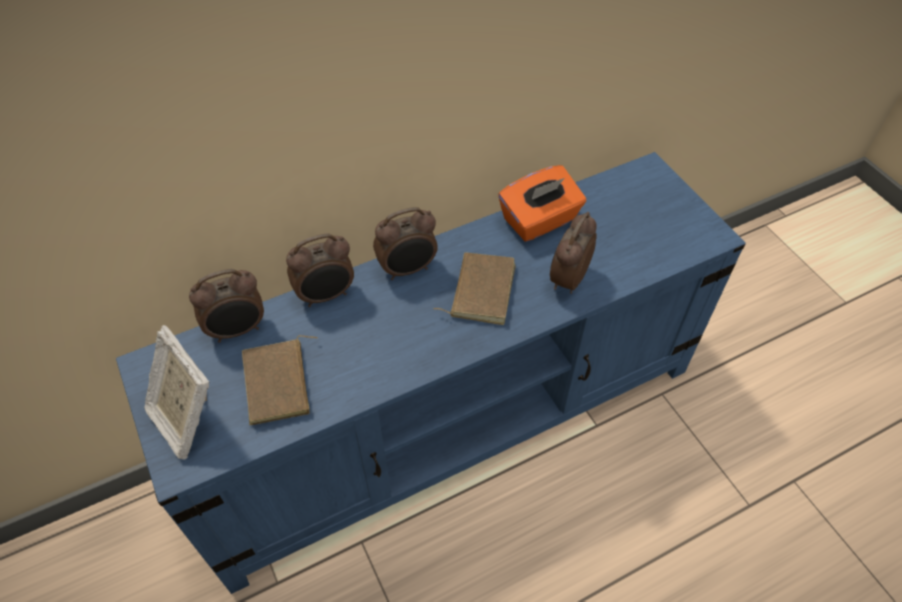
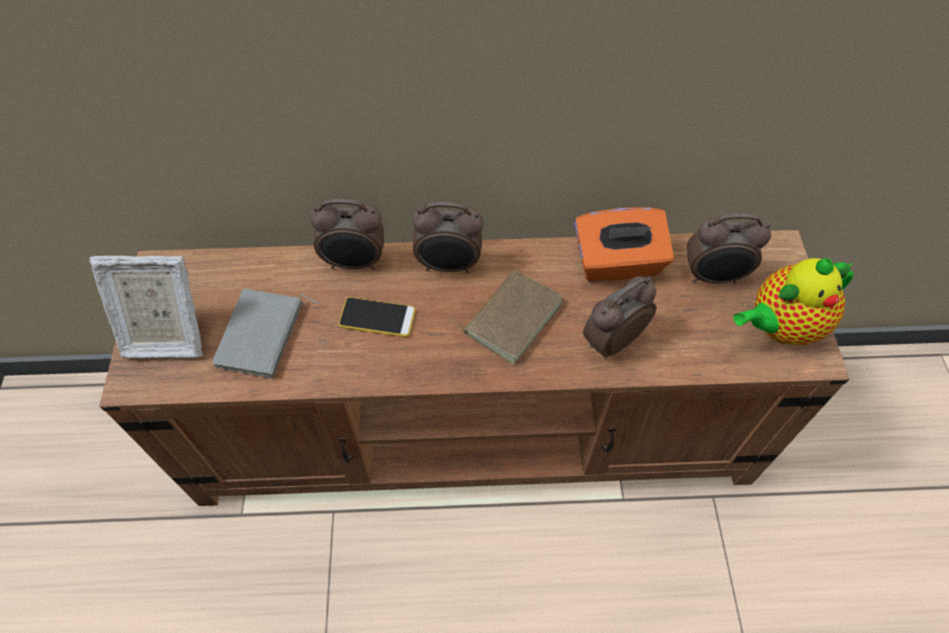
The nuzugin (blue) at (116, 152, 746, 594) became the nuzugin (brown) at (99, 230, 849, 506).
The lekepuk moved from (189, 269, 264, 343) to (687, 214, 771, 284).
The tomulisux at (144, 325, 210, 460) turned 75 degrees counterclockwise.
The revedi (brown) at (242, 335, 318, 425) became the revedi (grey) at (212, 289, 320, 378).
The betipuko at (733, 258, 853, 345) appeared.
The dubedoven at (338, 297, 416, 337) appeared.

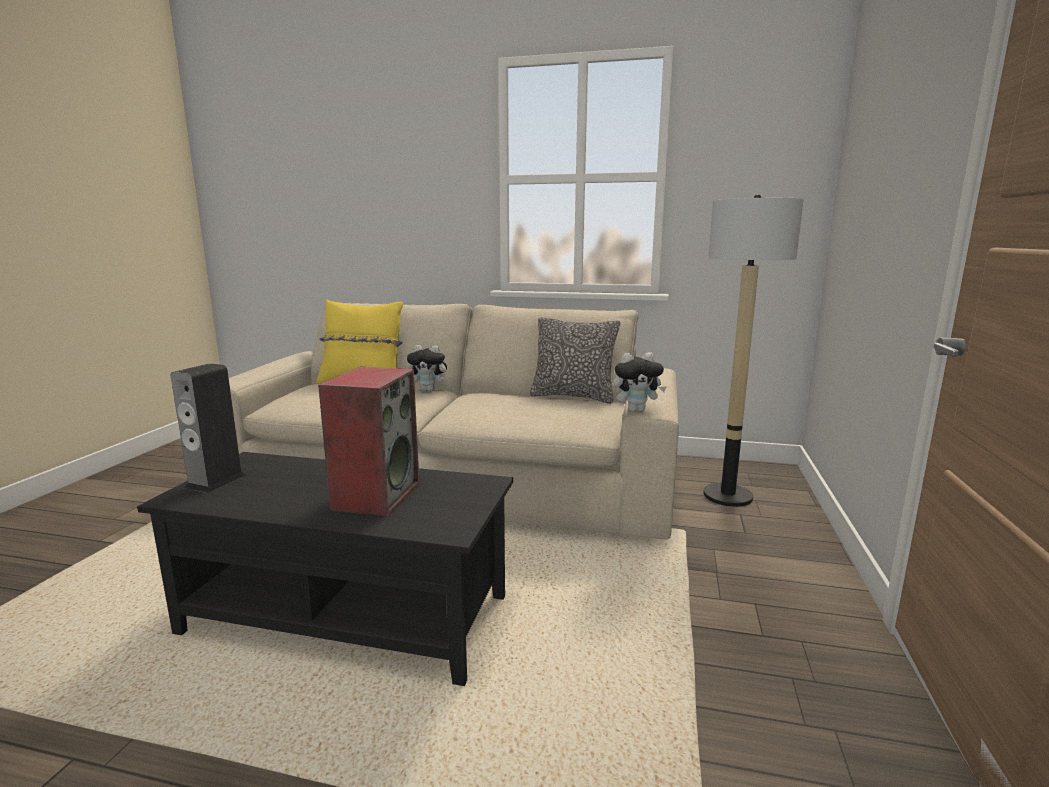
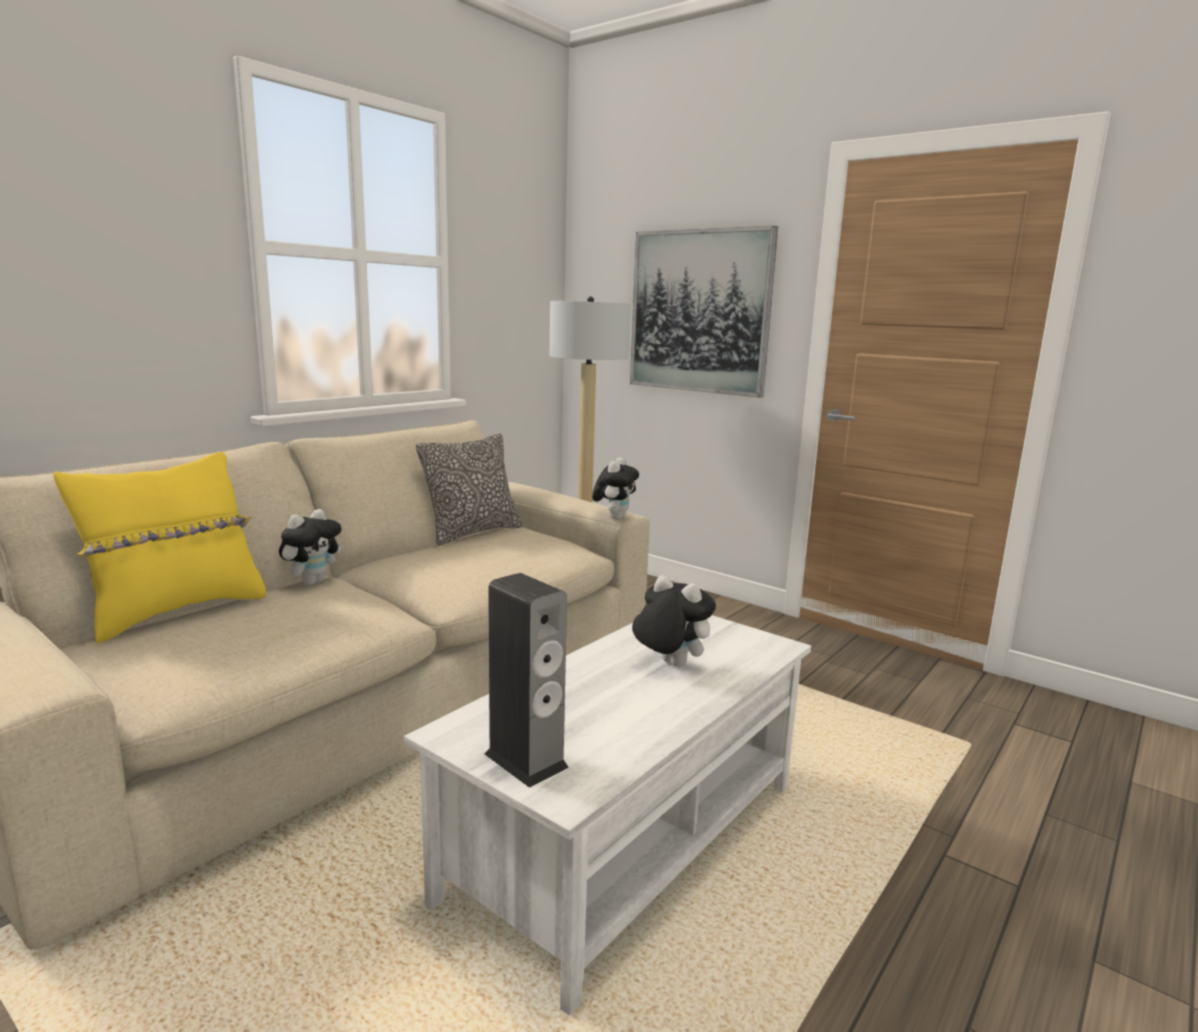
The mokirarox at (318, 367, 419, 517) was replaced by the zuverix at (632, 575, 716, 667).
The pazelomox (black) at (137, 452, 513, 686) became the pazelomox (white) at (404, 615, 811, 1015).
The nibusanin at (630, 226, 778, 398) appeared.

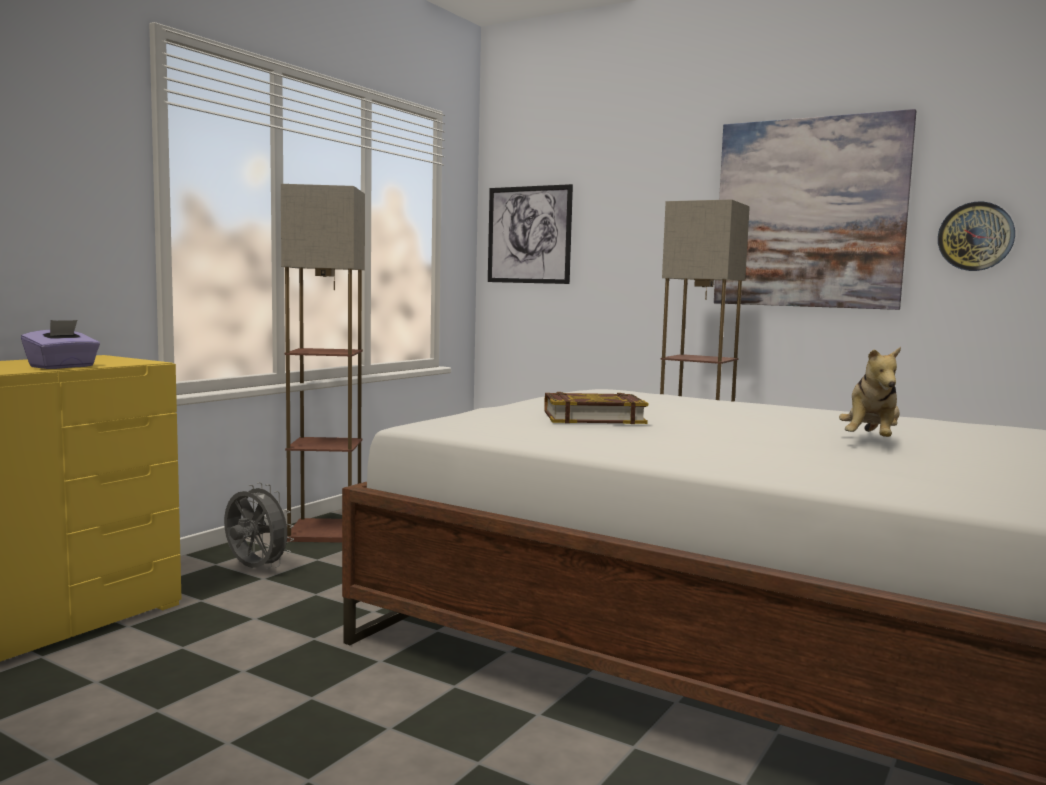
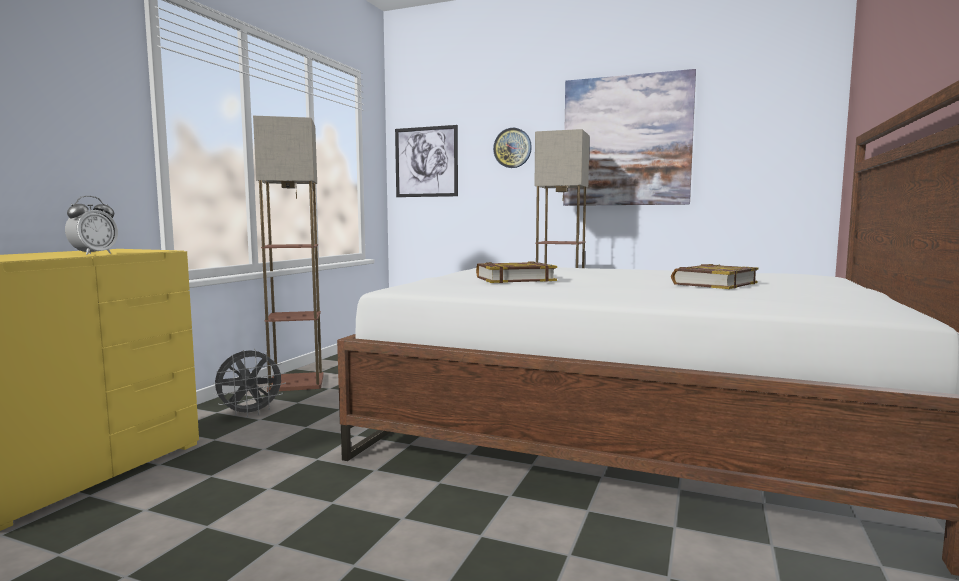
The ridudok moved from (938, 202, 1015, 271) to (493, 128, 532, 168).
The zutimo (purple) at (21, 320, 100, 369) was replaced by the lekepuk at (65, 196, 118, 255).
The zuverix at (839, 347, 901, 437) was replaced by the revedi at (671, 264, 758, 289).
The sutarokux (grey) at (224, 482, 294, 569) turned 120 degrees clockwise.

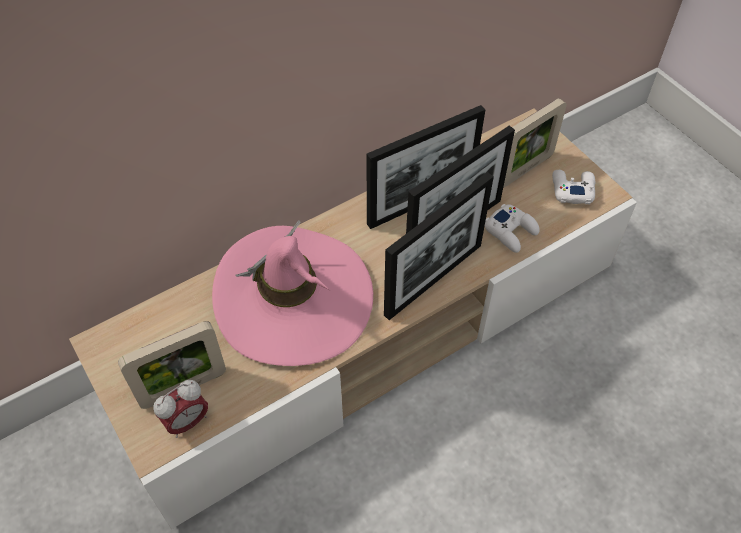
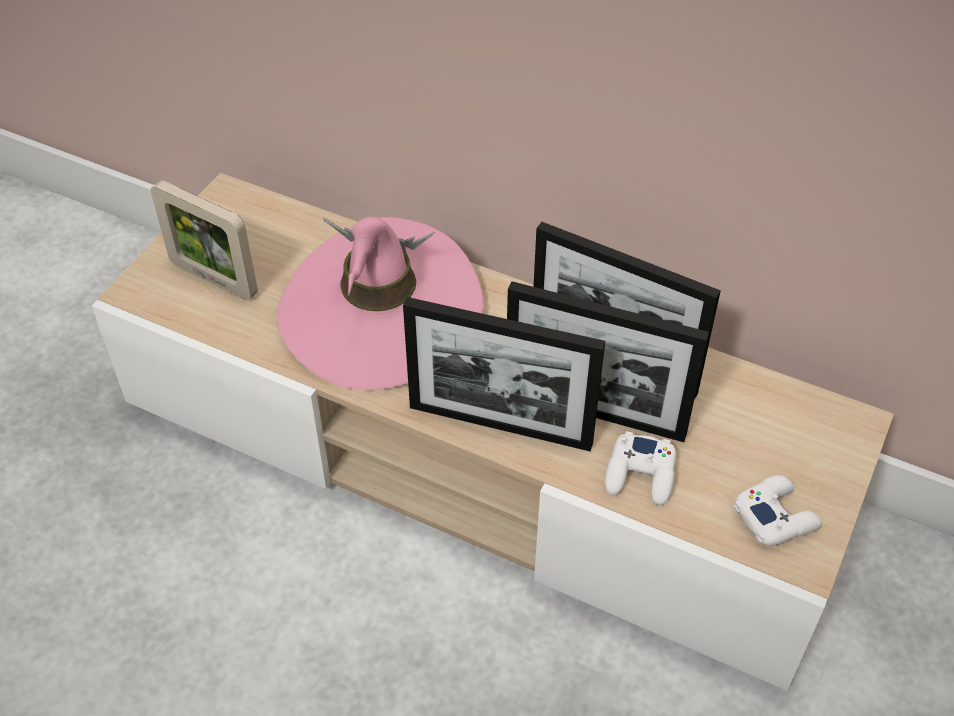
The tomulisux at (504, 98, 567, 187) disappeared.
The lekepuk at (153, 380, 208, 438) disappeared.

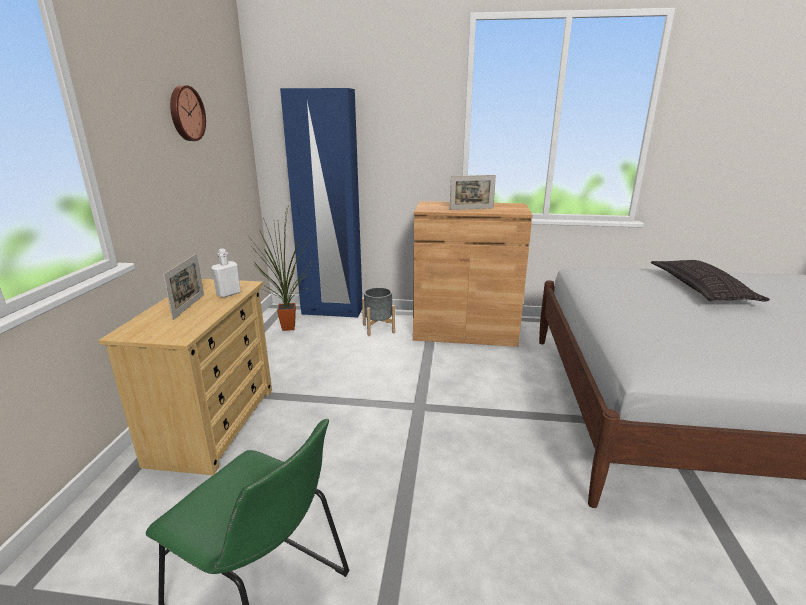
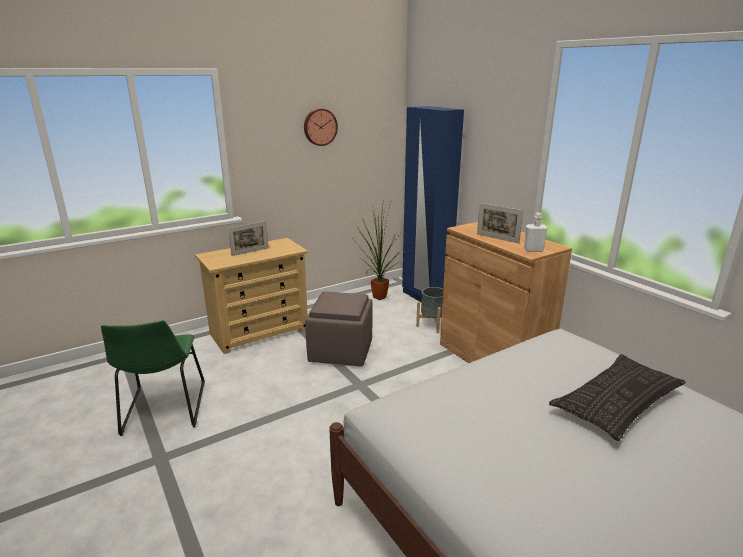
The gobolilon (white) moved from (211, 248, 241, 298) to (524, 213, 548, 252).
The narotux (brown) at (305, 292, 373, 367) appeared.

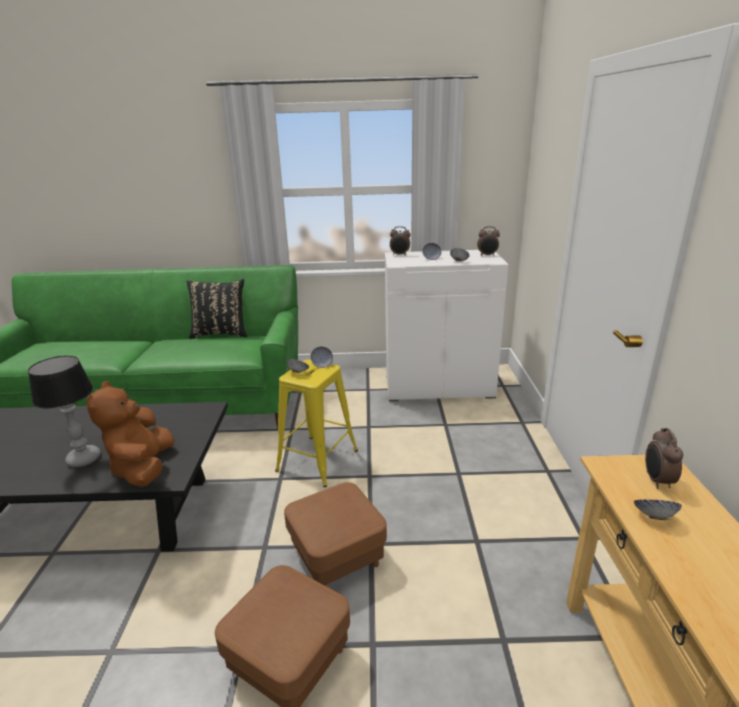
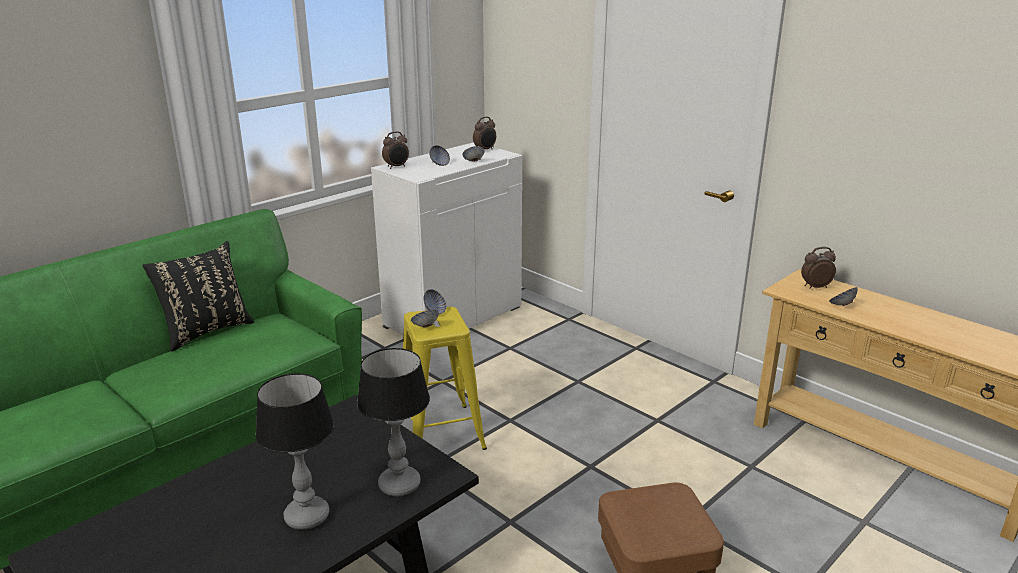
The zuverix (brown) at (86, 381, 174, 487) was replaced by the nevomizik at (357, 348, 430, 496).
The lekepuk at (645, 428, 683, 489) turned 120 degrees clockwise.
The narotux (brown) at (284, 482, 387, 586) disappeared.

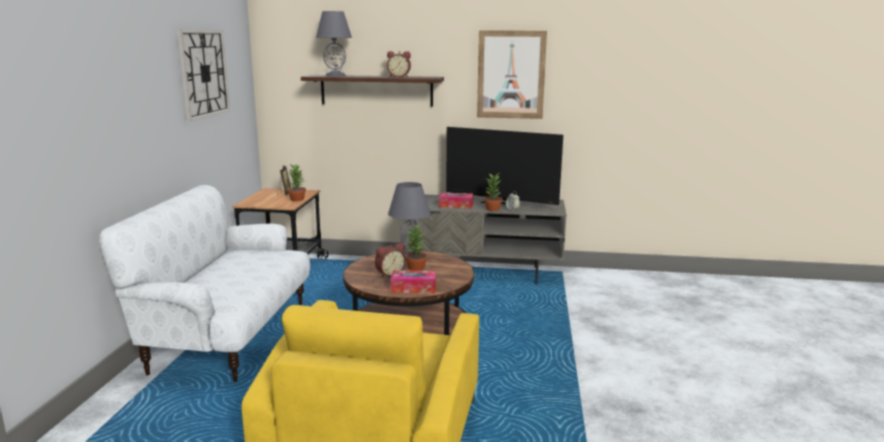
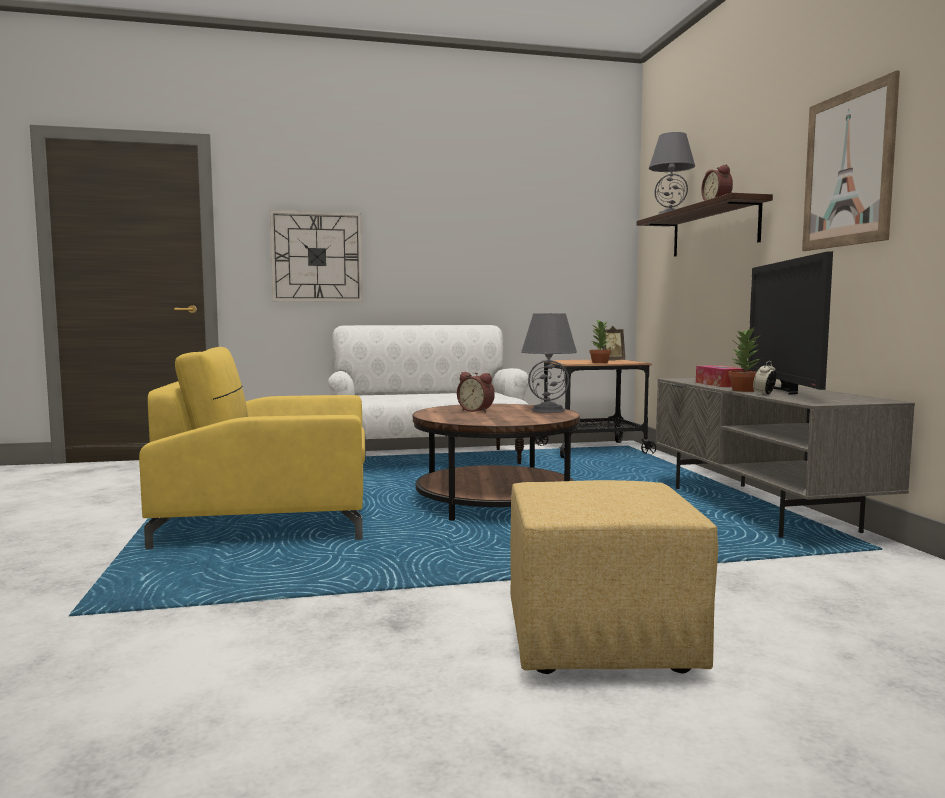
The ridudok moved from (177, 30, 230, 121) to (270, 210, 363, 302).
The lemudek at (405, 225, 427, 271) disappeared.
The zutimo at (391, 270, 436, 294) disappeared.
The narotux (yellow) at (510, 480, 718, 674) appeared.

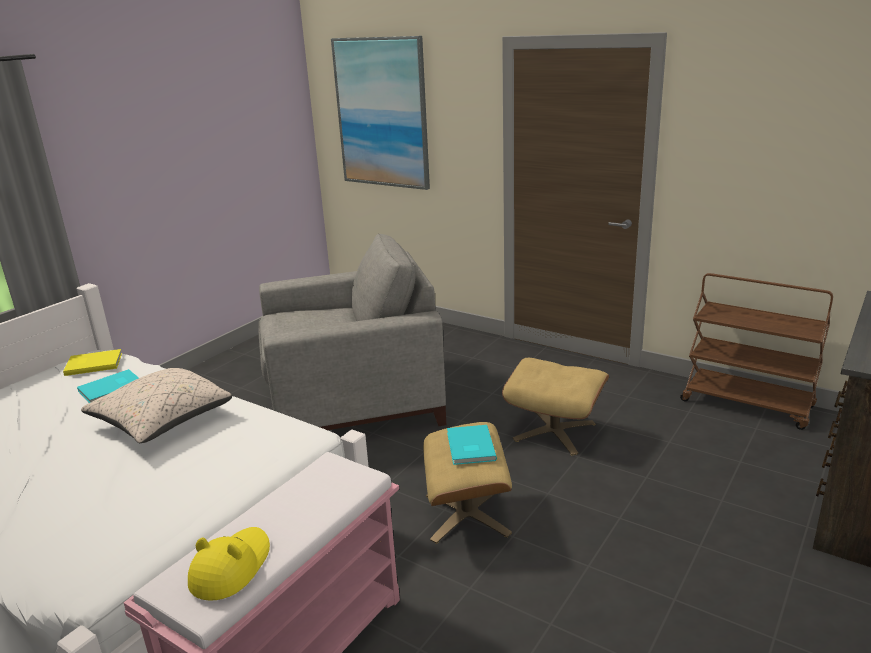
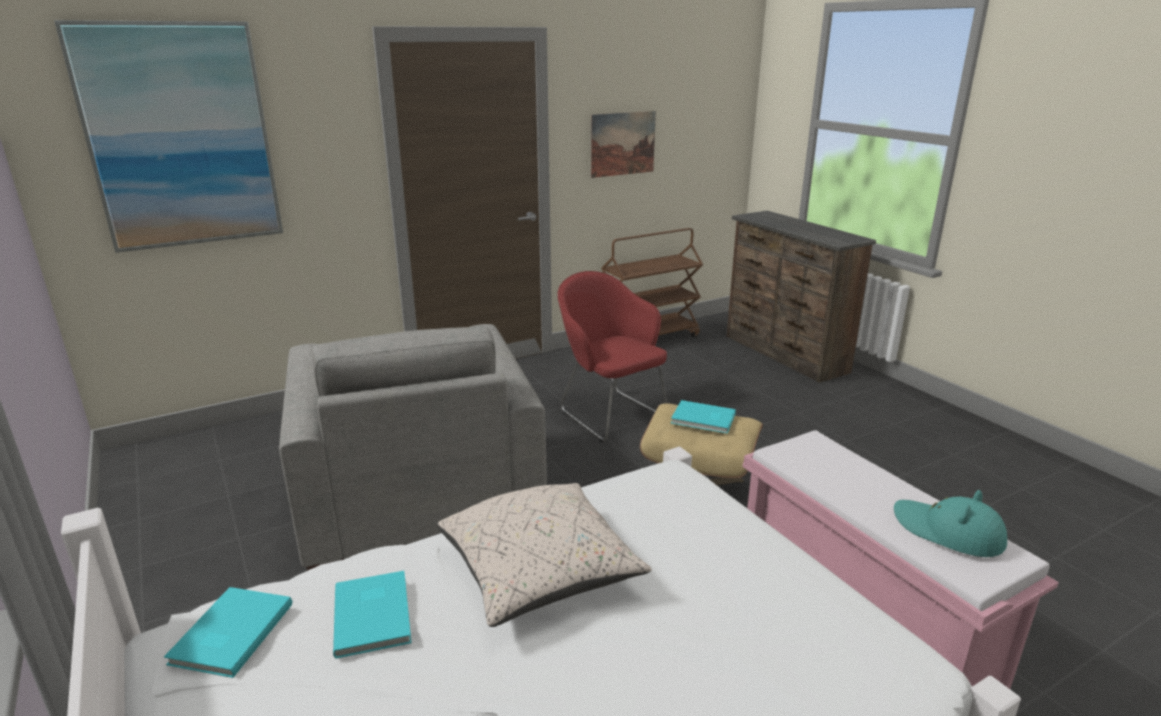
The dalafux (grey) at (259, 234, 446, 430) turned 150 degrees clockwise.
The revedi (yellow) at (63, 349, 122, 376) became the revedi (turquoise) at (164, 587, 292, 678).
The narotux (beige) at (502, 358, 609, 456) was replaced by the dalafux (red) at (558, 271, 667, 443).
The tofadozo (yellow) at (188, 527, 270, 601) became the tofadozo (turquoise) at (894, 490, 1007, 557).
The nibusanin at (591, 111, 656, 178) appeared.

